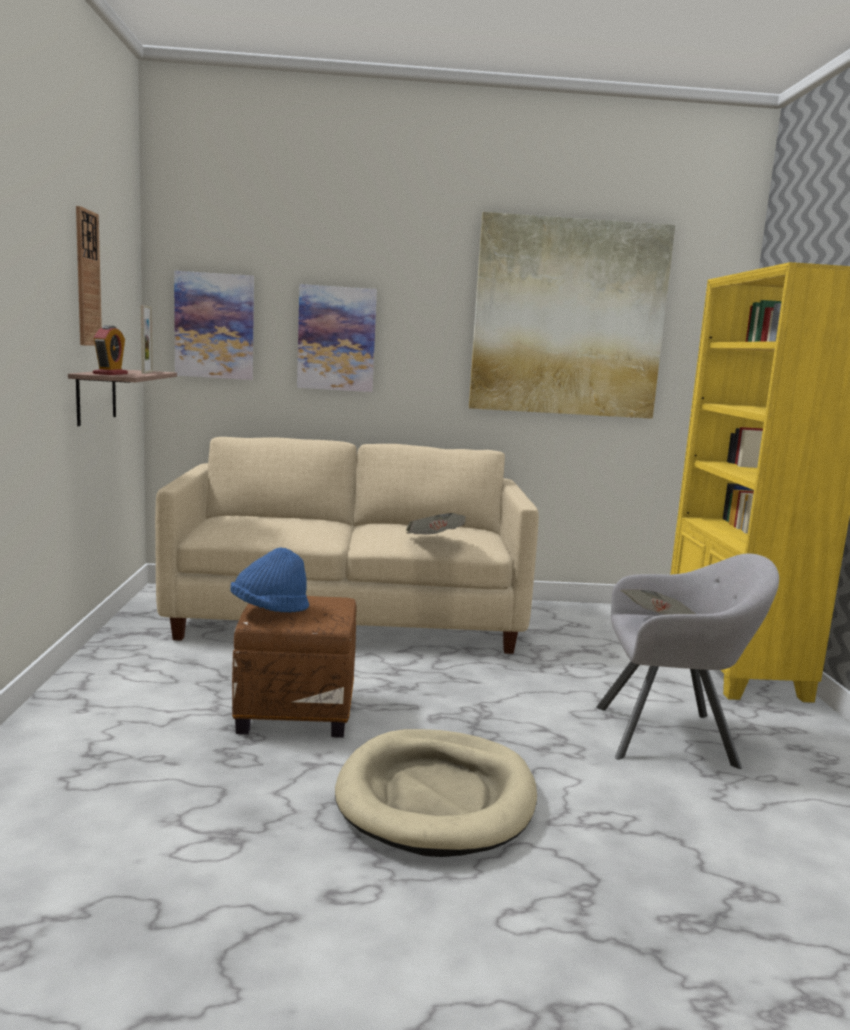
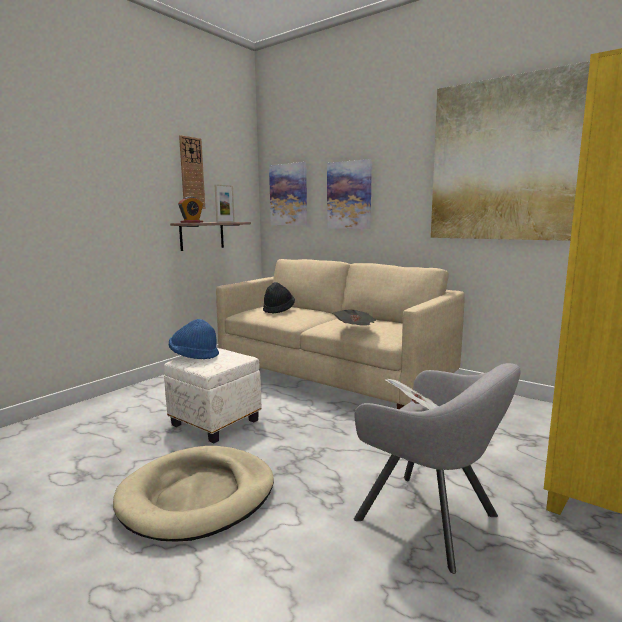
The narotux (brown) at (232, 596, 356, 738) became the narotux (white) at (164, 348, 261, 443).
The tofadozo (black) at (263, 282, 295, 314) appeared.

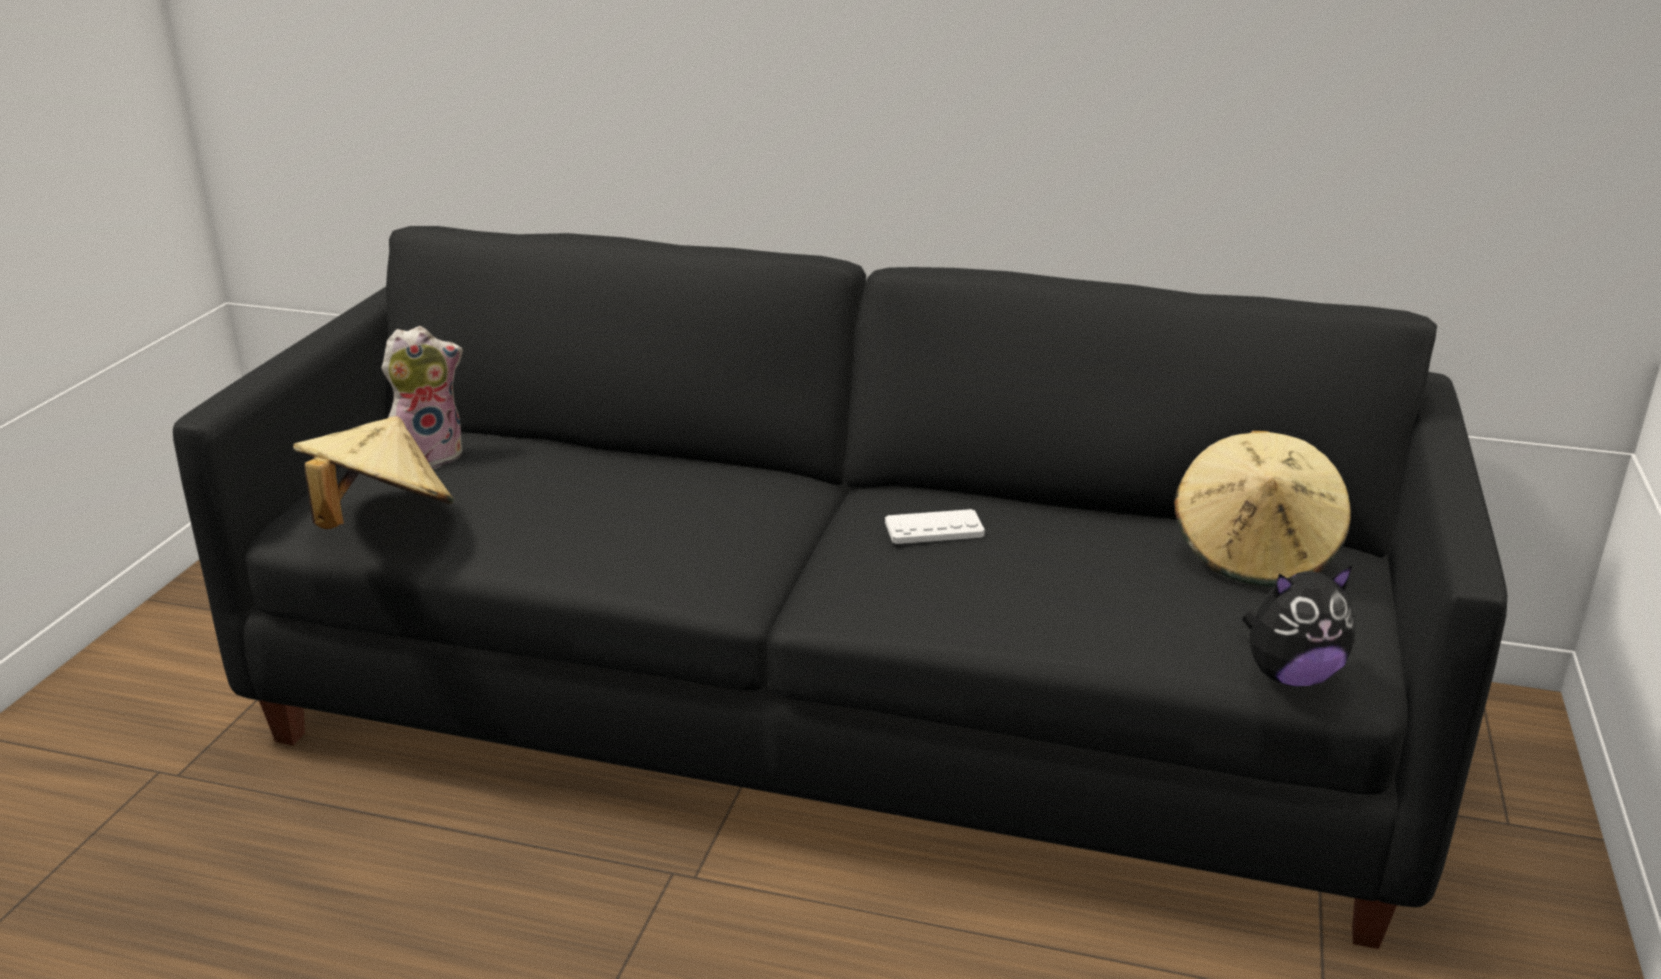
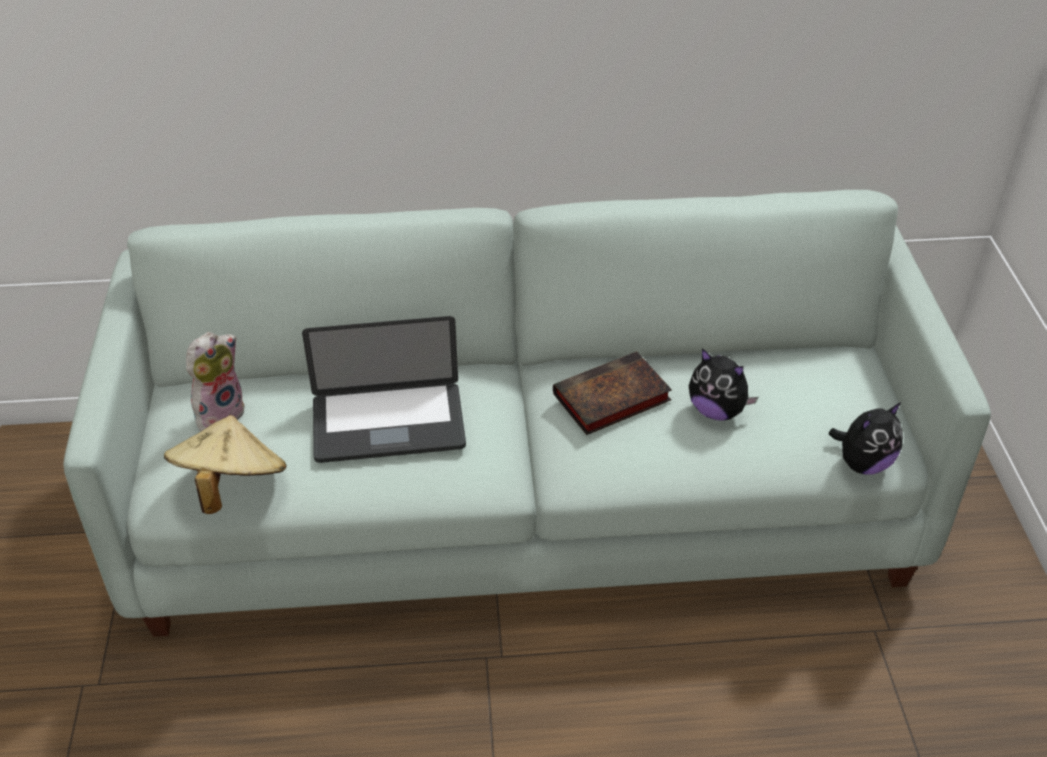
The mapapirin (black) at (173, 226, 1507, 949) became the mapapirin (white) at (63, 190, 991, 637).
The tofadozo (beige) at (1174, 431, 1351, 587) disappeared.
The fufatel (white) at (885, 509, 985, 544) was replaced by the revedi at (553, 351, 672, 435).
The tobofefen at (302, 316, 466, 463) appeared.
The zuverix at (689, 348, 758, 421) appeared.

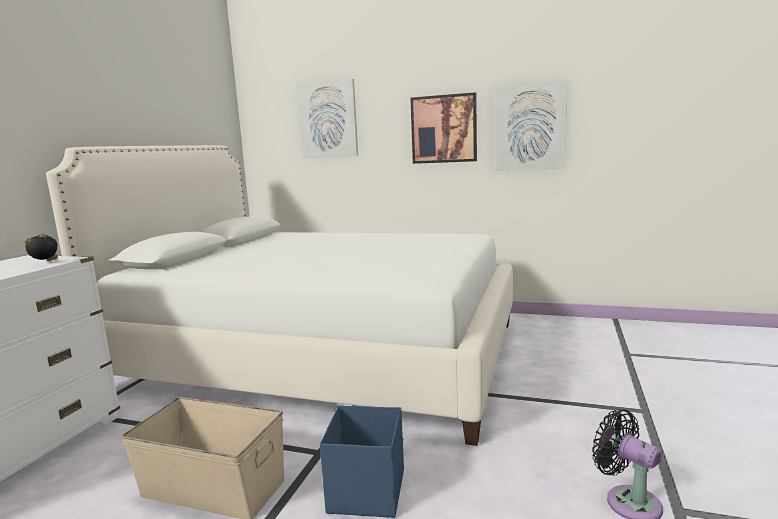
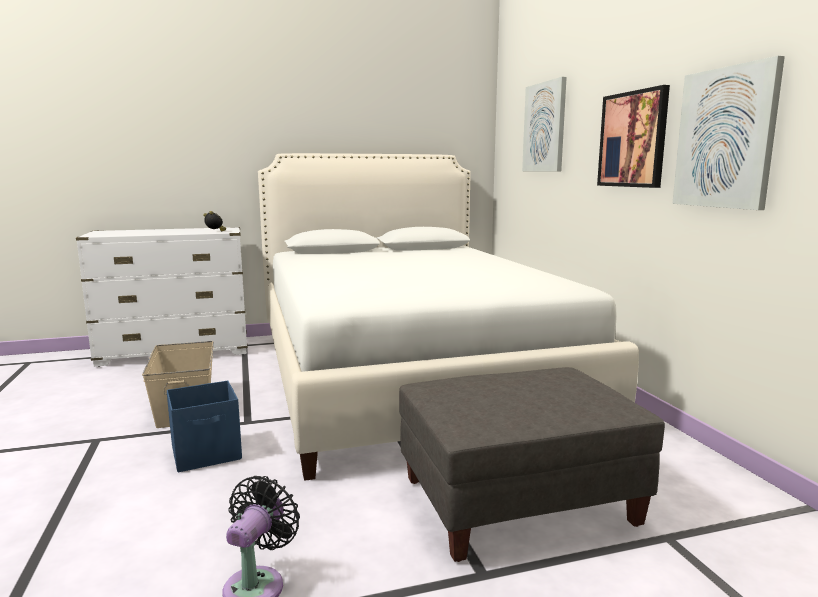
The narotux (grey) at (399, 367, 665, 562) appeared.

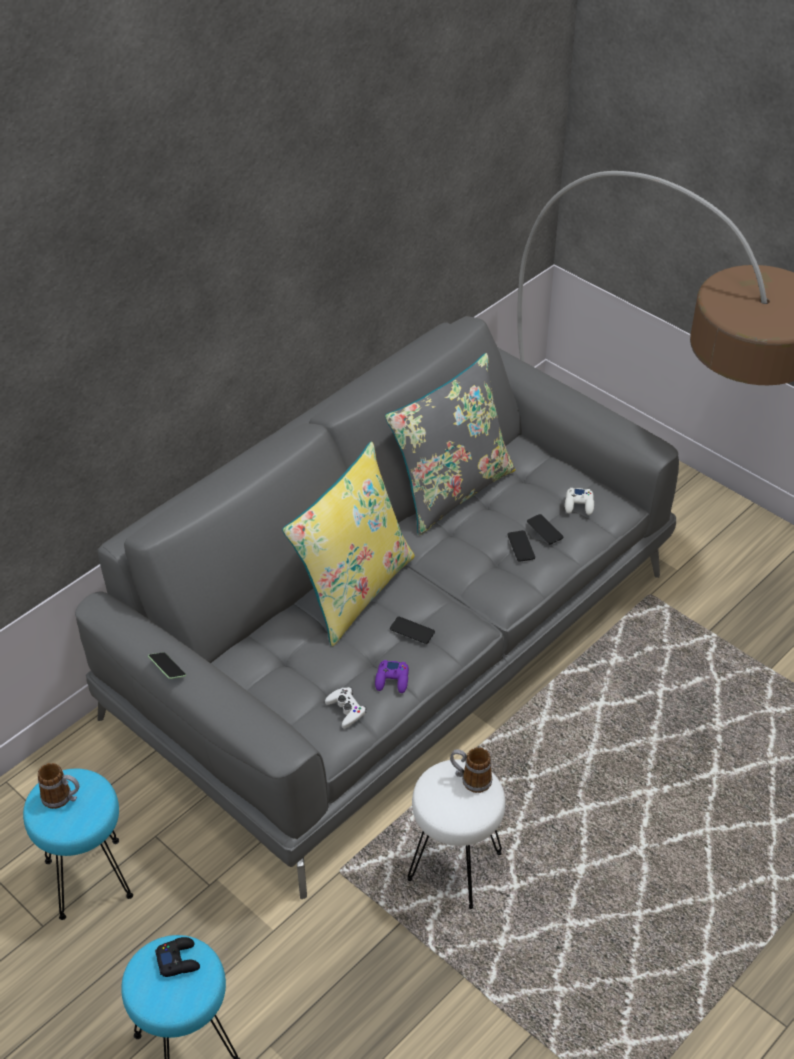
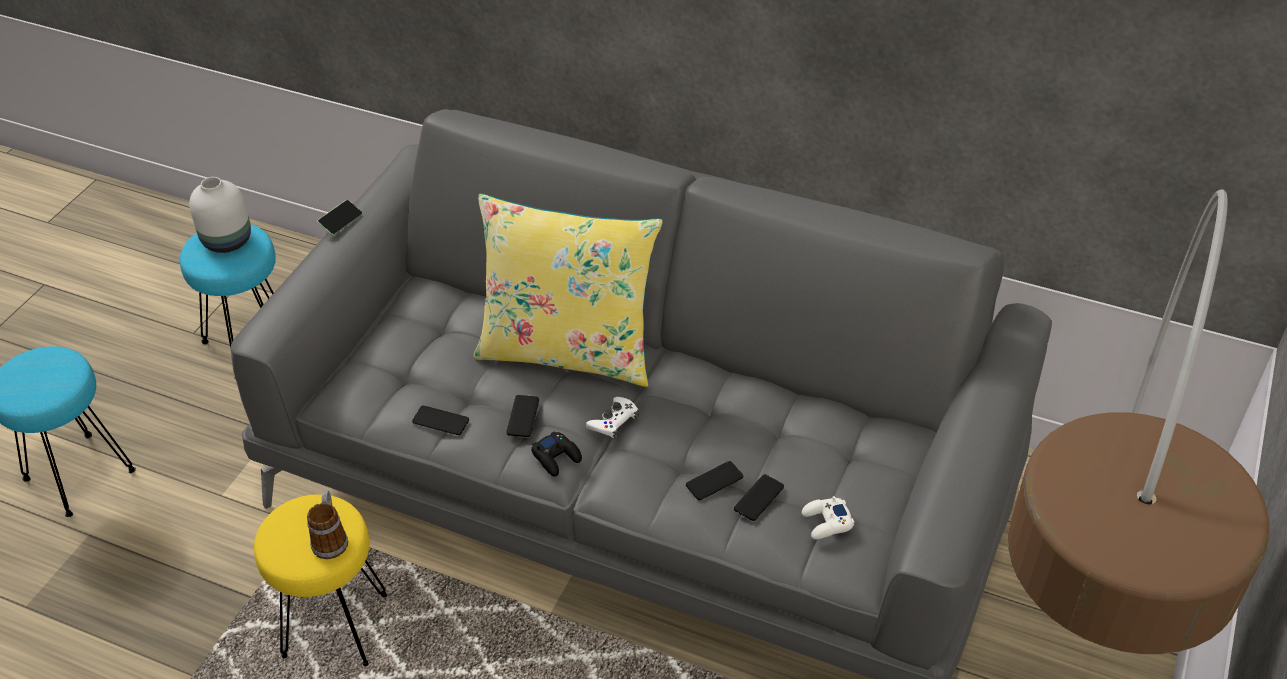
The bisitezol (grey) at (385, 353, 516, 535) disappeared.
The fufatel (purple) at (375, 660, 409, 693) was replaced by the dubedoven at (412, 406, 469, 435).
The fufatel (white) moved from (325, 687, 366, 729) to (586, 397, 639, 439).
The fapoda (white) at (408, 759, 505, 909) became the fapoda (yellow) at (254, 494, 387, 666).
The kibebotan at (38, 763, 79, 809) was replaced by the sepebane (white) at (189, 177, 251, 253).
The fufatel (black) moved from (155, 937, 200, 977) to (531, 431, 582, 476).

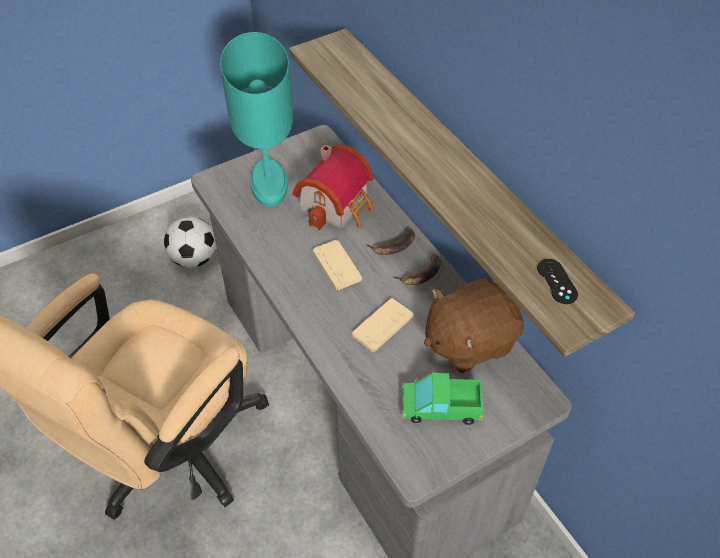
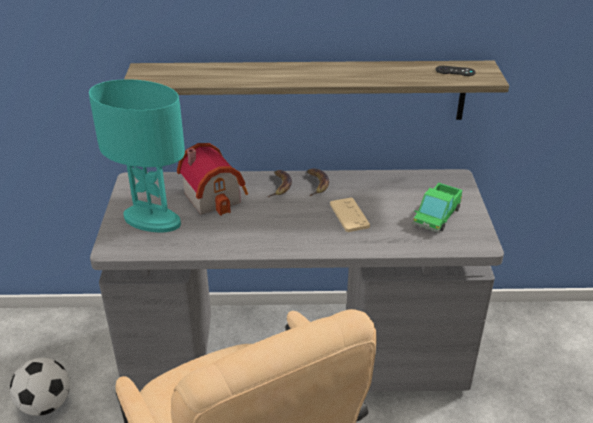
The fufatel (beige) at (313, 240, 362, 290) disappeared.
The zuverix (brown) at (424, 278, 524, 373) disappeared.

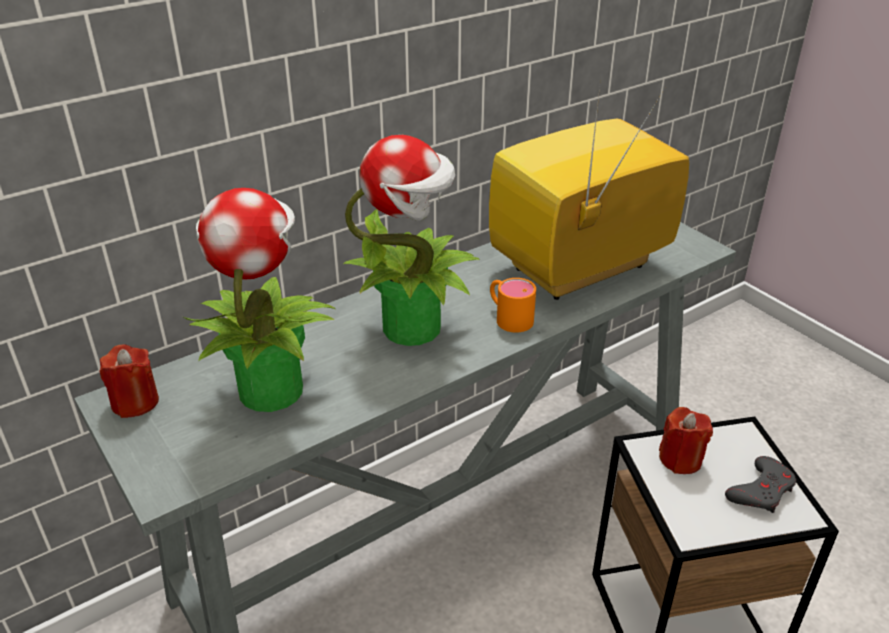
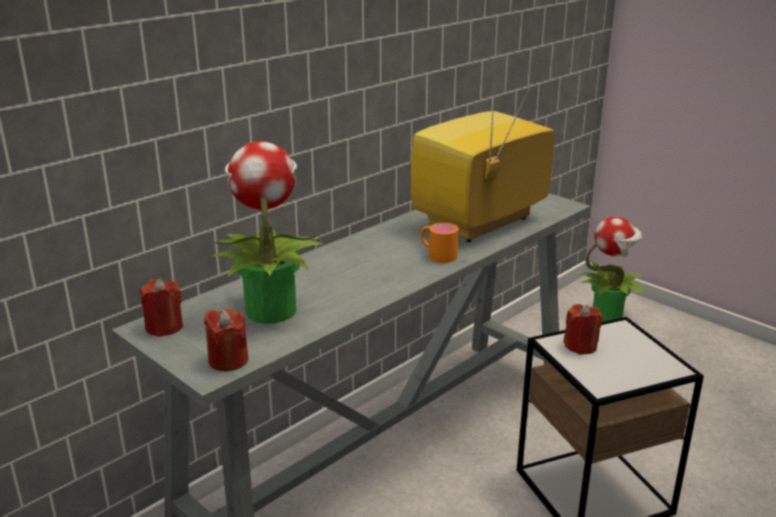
The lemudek moved from (343, 135, 480, 346) to (579, 216, 648, 322).
The fufatel (grey) at (725, 456, 796, 513) disappeared.
The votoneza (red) at (204, 309, 248, 371) appeared.

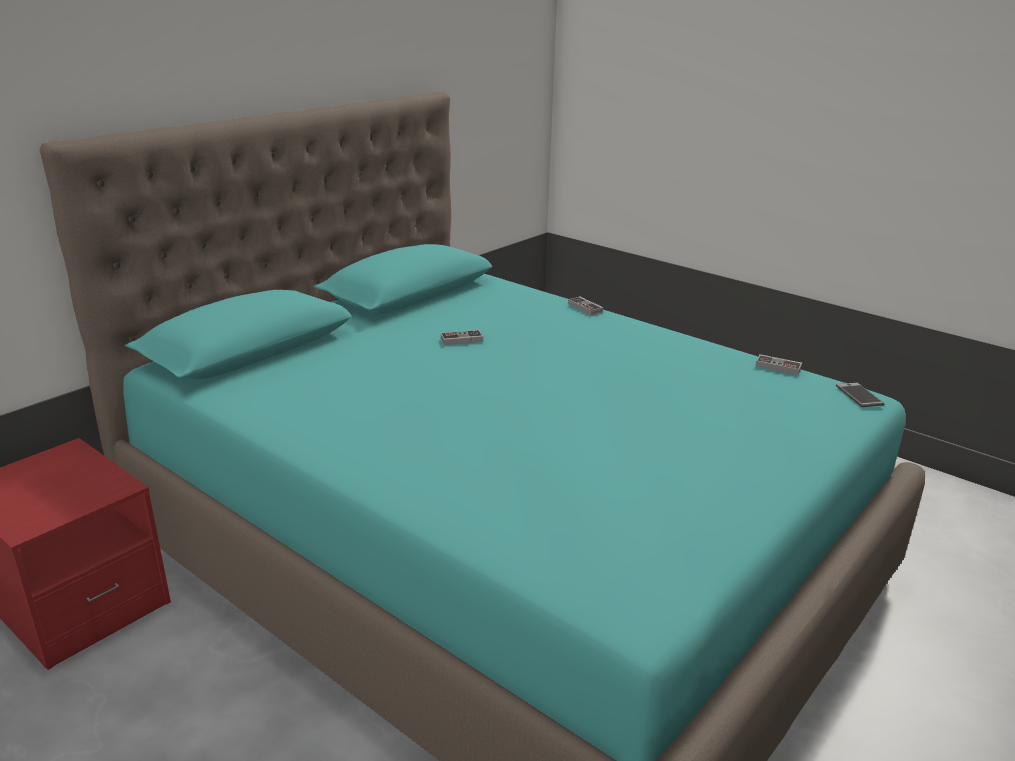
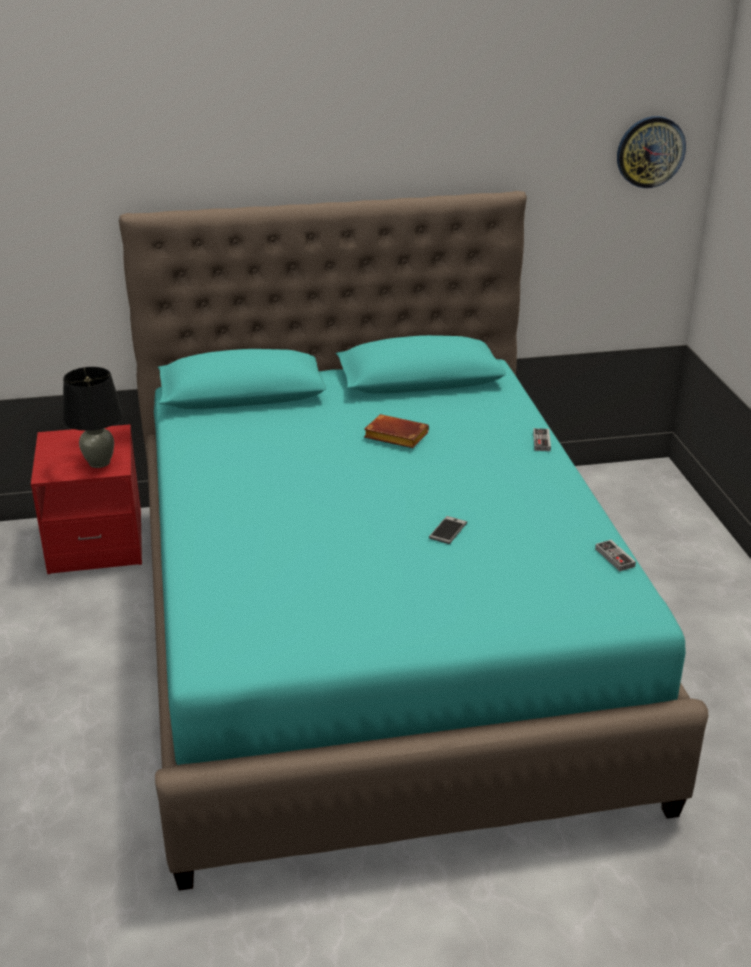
The fufatel at (441, 330, 483, 345) was replaced by the revedi (brown) at (364, 414, 429, 448).
The dubedoven moved from (836, 383, 884, 407) to (429, 516, 467, 544).
The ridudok at (617, 116, 686, 188) appeared.
The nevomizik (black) at (63, 367, 123, 468) appeared.

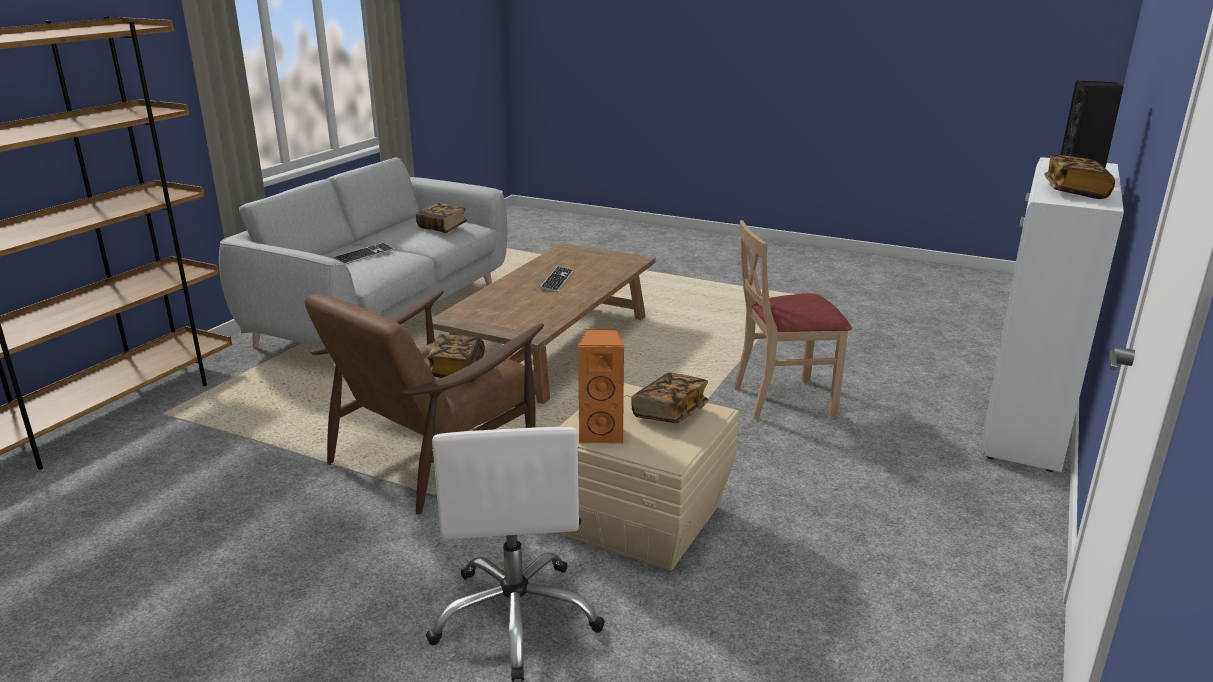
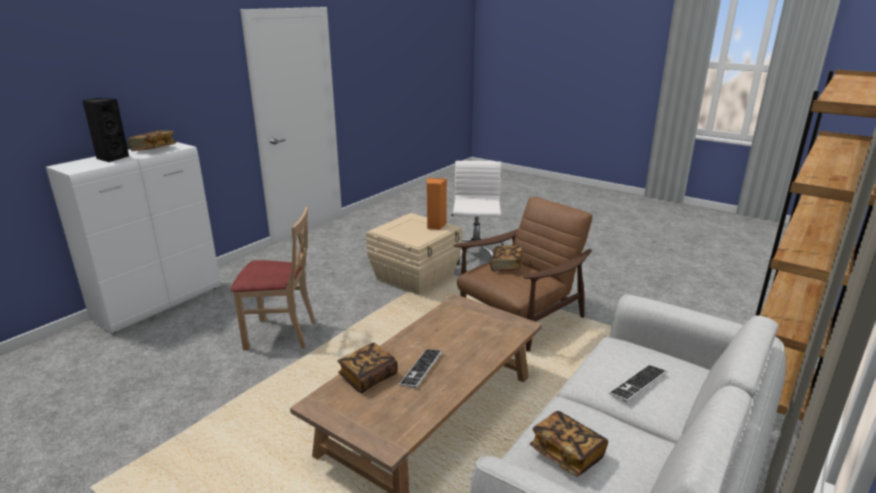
The revedi moved from (631, 373, 709, 423) to (338, 343, 398, 393).

